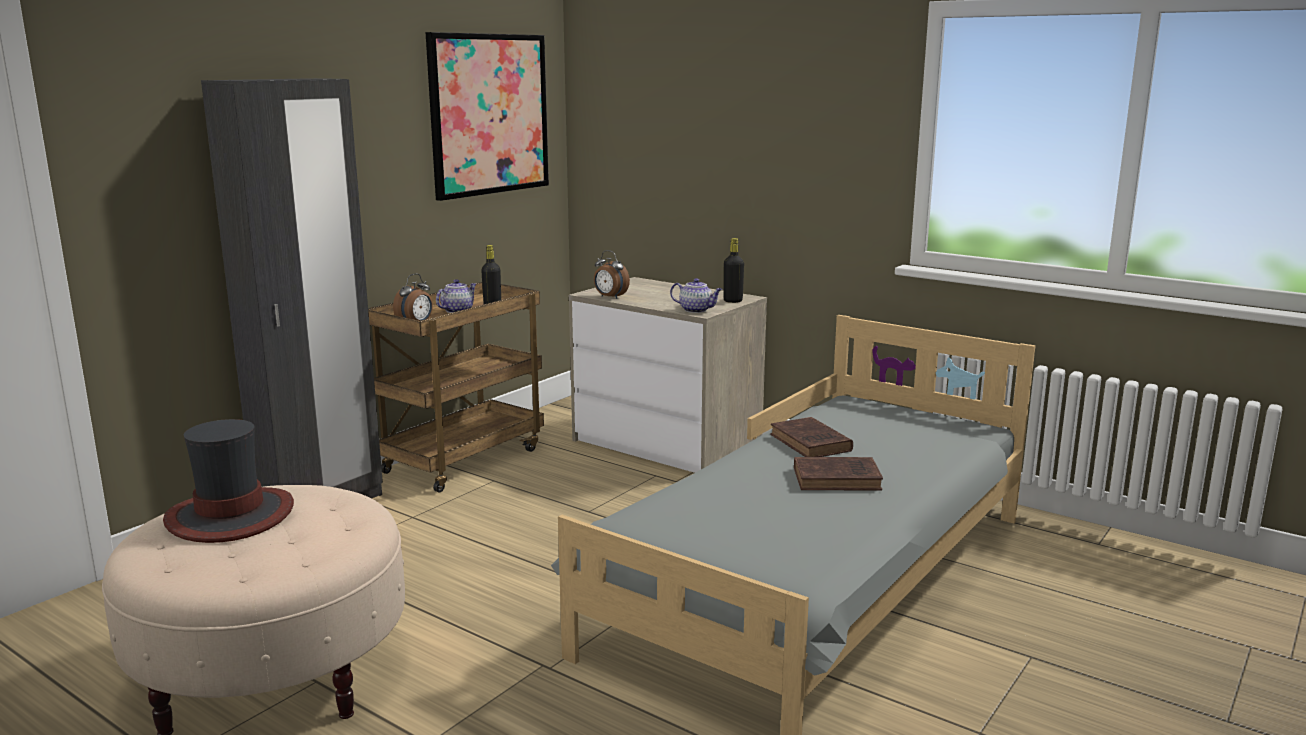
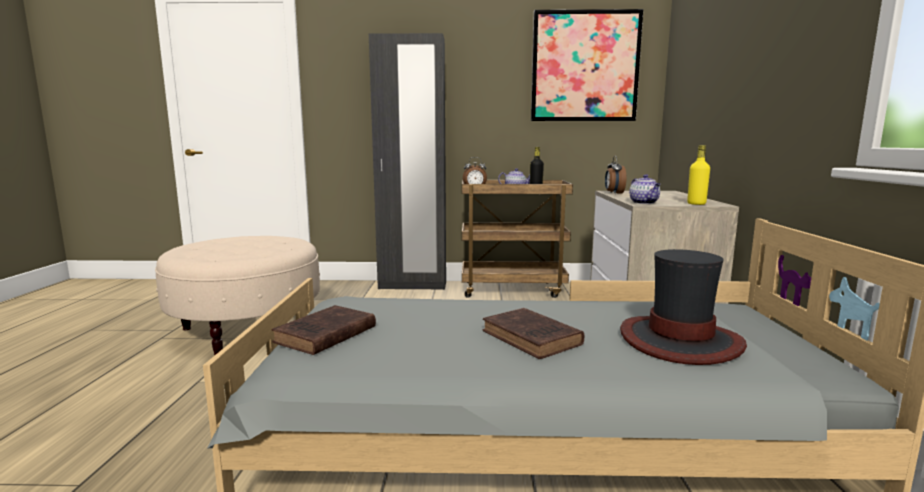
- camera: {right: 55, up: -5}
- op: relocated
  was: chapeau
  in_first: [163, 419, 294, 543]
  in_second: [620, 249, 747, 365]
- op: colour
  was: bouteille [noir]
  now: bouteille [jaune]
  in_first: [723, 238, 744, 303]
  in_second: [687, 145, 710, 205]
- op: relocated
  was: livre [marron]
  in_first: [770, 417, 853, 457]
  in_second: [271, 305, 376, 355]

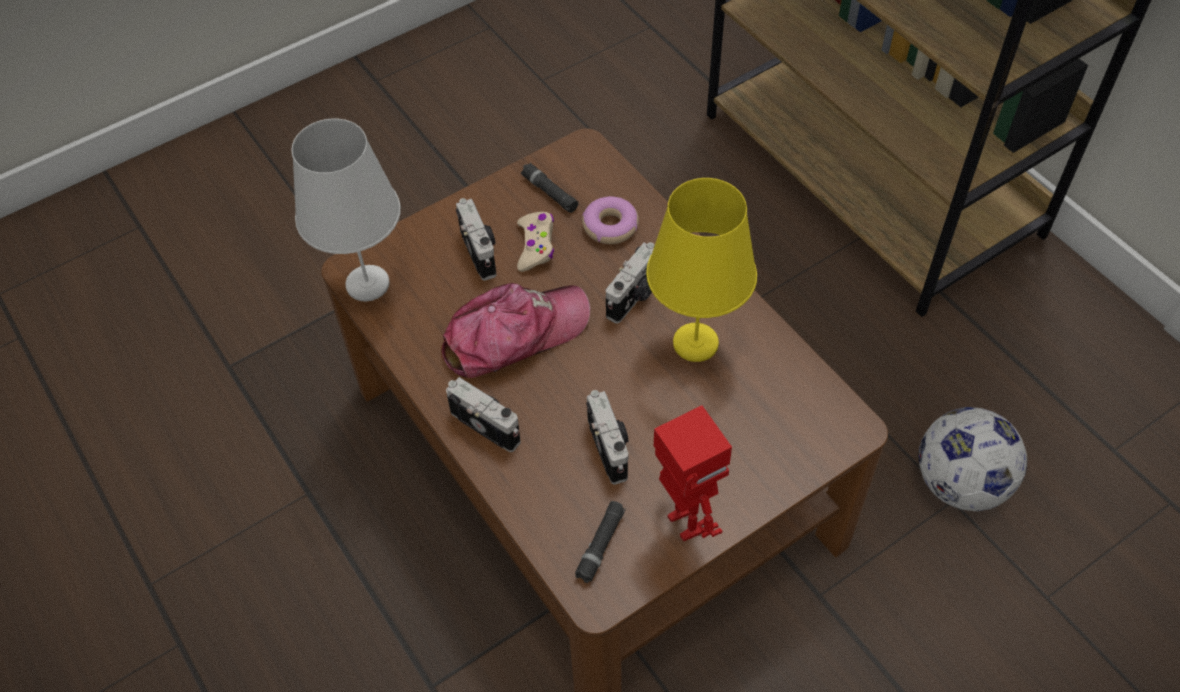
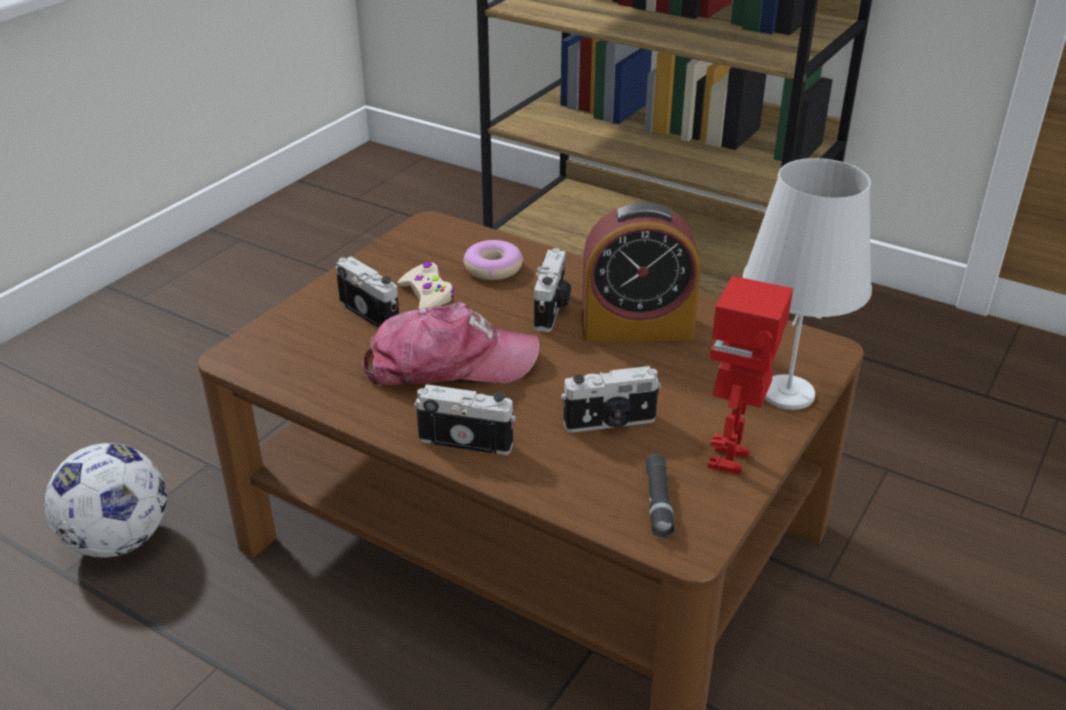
- camera: {right: -25, up: -20}
- op: relocated
  was: lampe de table [blanc]
  in_first: [292, 118, 401, 301]
  in_second: [743, 158, 872, 410]
- op: spun
  was: casquette
  in_first: [441, 283, 590, 378]
  in_second: [362, 302, 539, 385]
  clockwise: 45
- op: missing
  was: lampe de poche [noir]
  in_first: [521, 163, 578, 213]
- op: spun
  was: appareil photo
  in_first: [586, 390, 629, 485]
  in_second: [561, 366, 661, 433]
  clockwise: 120
- op: exchanged
  was: lampe de table [jaune]
  now: réveil
  in_first: [646, 178, 757, 362]
  in_second: [582, 202, 700, 342]
- op: spun
  was: robot jouet
  in_first: [654, 405, 732, 541]
  in_second: [708, 276, 793, 475]
  clockwise: -105
- op: relocated
  was: ballon de foot
  in_first: [918, 407, 1027, 511]
  in_second: [44, 443, 167, 558]

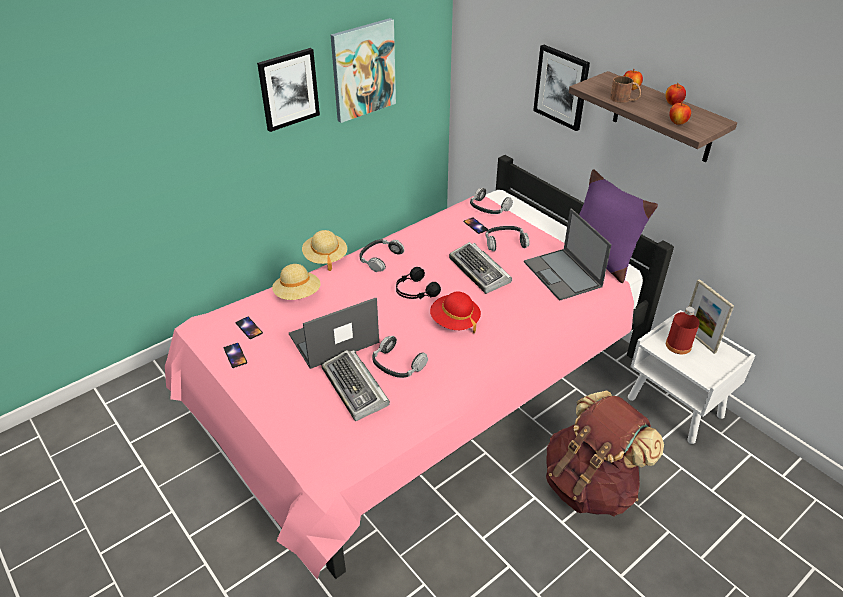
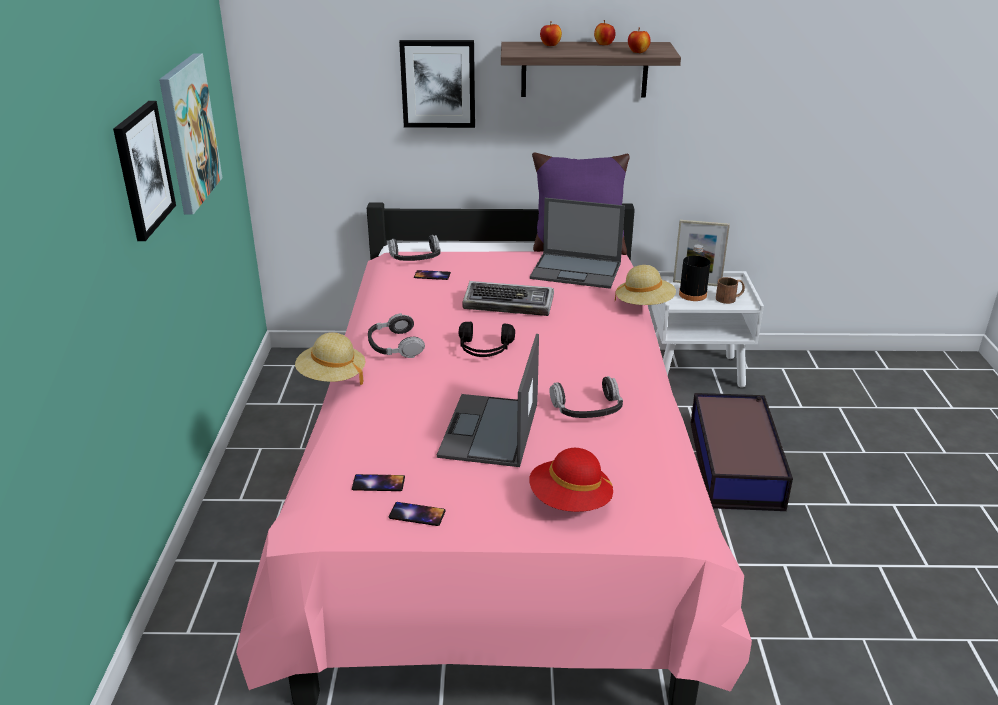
- camera: {right: -50, up: -10}
- op: relocated
  was: chapeau [beige]
  in_first: [272, 264, 321, 300]
  in_second: [615, 265, 676, 305]
- op: missing
  was: clavier
  in_first: [322, 350, 390, 421]
- op: relocated
  was: chapeau [rouge]
  in_first: [430, 291, 481, 333]
  in_second: [529, 448, 613, 512]
- op: missing
  was: casque audio
  in_first: [485, 226, 530, 251]
- op: exchanged
  was: sac à dos [marron]
  now: boîte de rangement
  in_first: [546, 390, 664, 517]
  in_second: [691, 393, 793, 511]
- op: relocated
  was: mug [marron]
  in_first: [610, 76, 641, 103]
  in_second: [716, 277, 745, 304]
- op: colour
  was: bouteille [rouge]
  now: bouteille [noir]
  in_first: [666, 307, 700, 354]
  in_second: [679, 245, 711, 301]

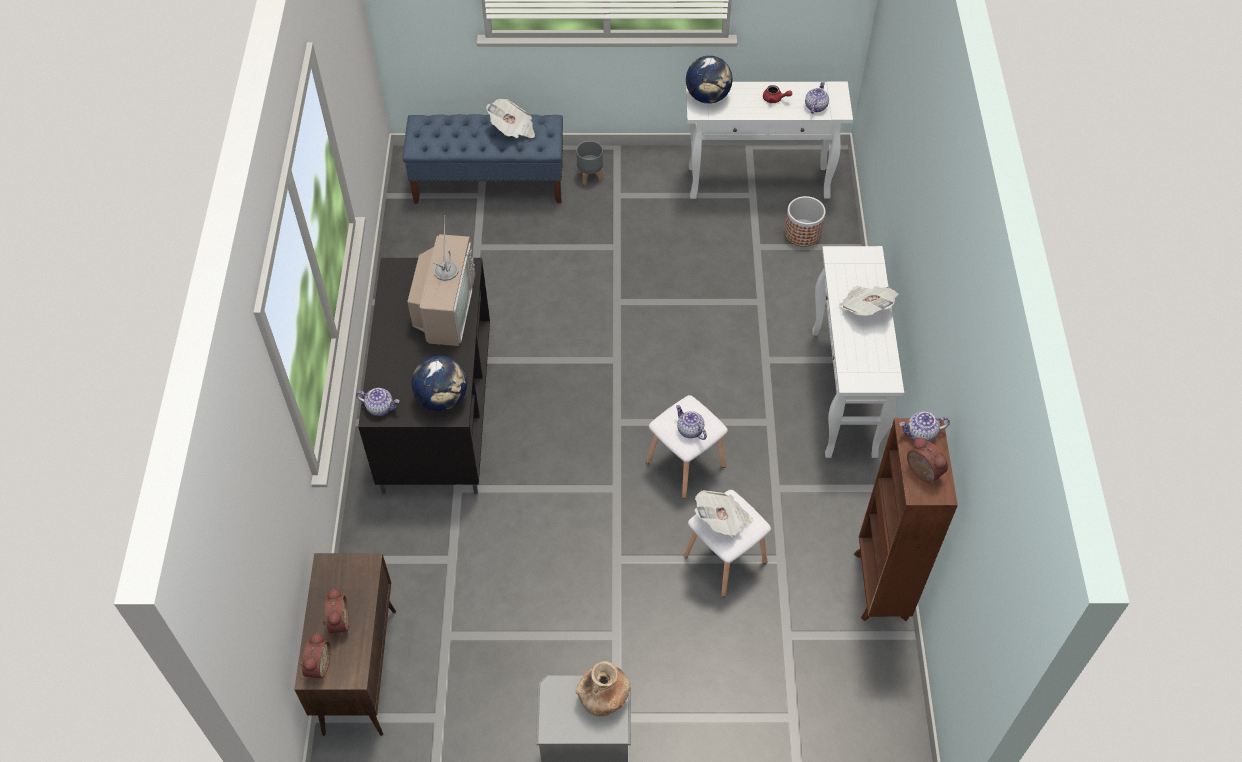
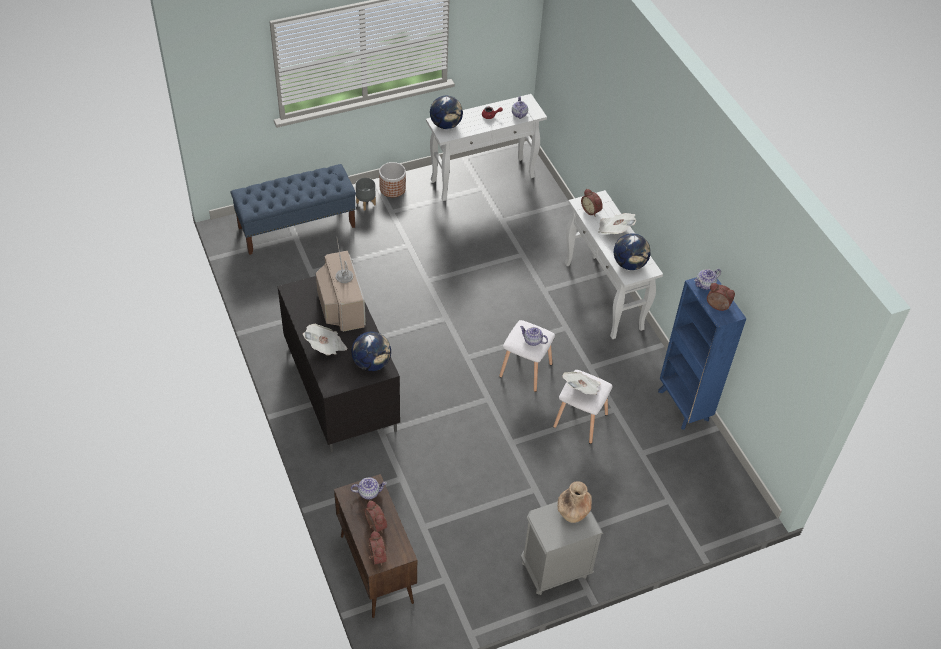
- camera: {right: -25, up: -5}
- op: relocated
  was: théière
  in_first: [356, 388, 400, 416]
  in_second: [351, 478, 387, 499]
- op: relocated
  was: journal
  in_first: [486, 99, 535, 138]
  in_second: [303, 324, 347, 356]
- op: relocated
  was: cache-pot
  in_first: [785, 196, 826, 247]
  in_second: [379, 162, 406, 197]
- op: colour
  was: bibliothèque [marron]
  now: bibliothèque [bleu]
  in_first: [854, 418, 958, 621]
  in_second: [658, 277, 747, 430]
- op: appeared
  now: réveil
  in_second: [581, 189, 603, 216]
- op: appeared
  now: globe
  in_second: [614, 233, 651, 270]

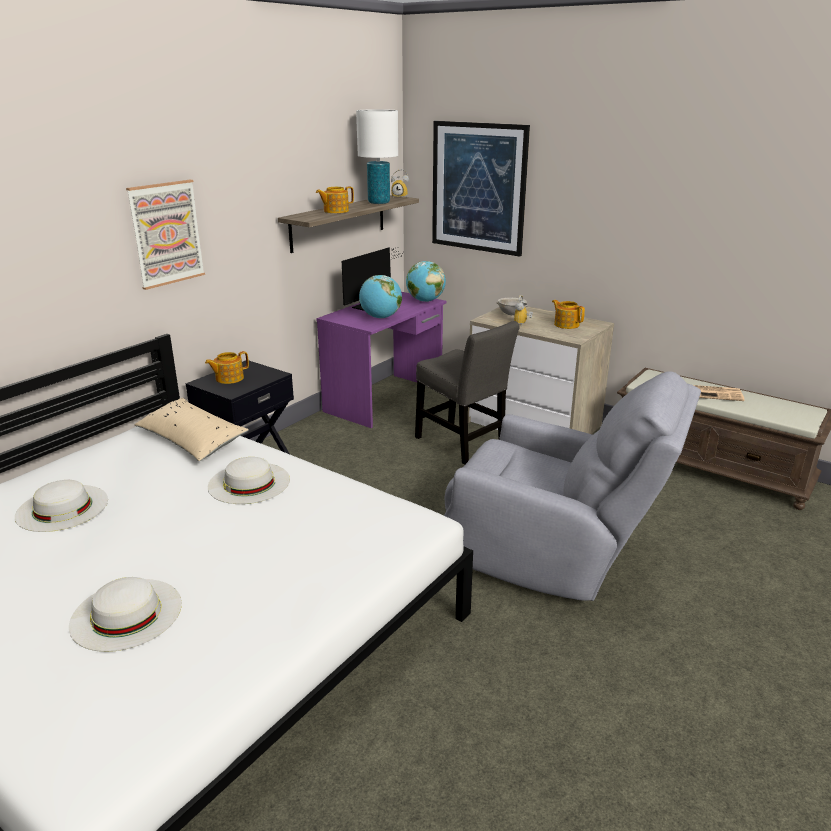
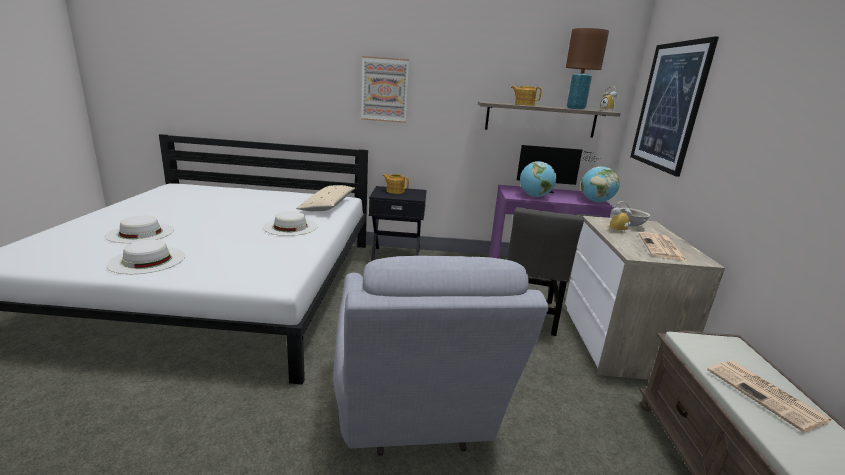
- camera: {right: 55, up: -5}
- op: relocated
  was: chapeau [blanc]
  in_first: [15, 480, 108, 532]
  in_second: [107, 240, 185, 274]
- op: colour
  was: lampe de table [blanc]
  now: lampe de table [marron]
  in_first: [356, 109, 398, 204]
  in_second: [566, 28, 609, 109]
- op: exchanged
  was: théière
  now: journal
  in_first: [552, 300, 585, 329]
  in_second: [638, 232, 687, 261]

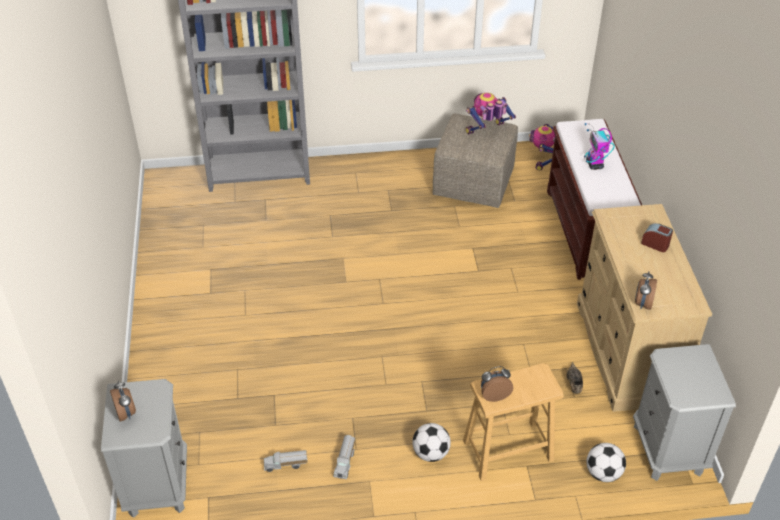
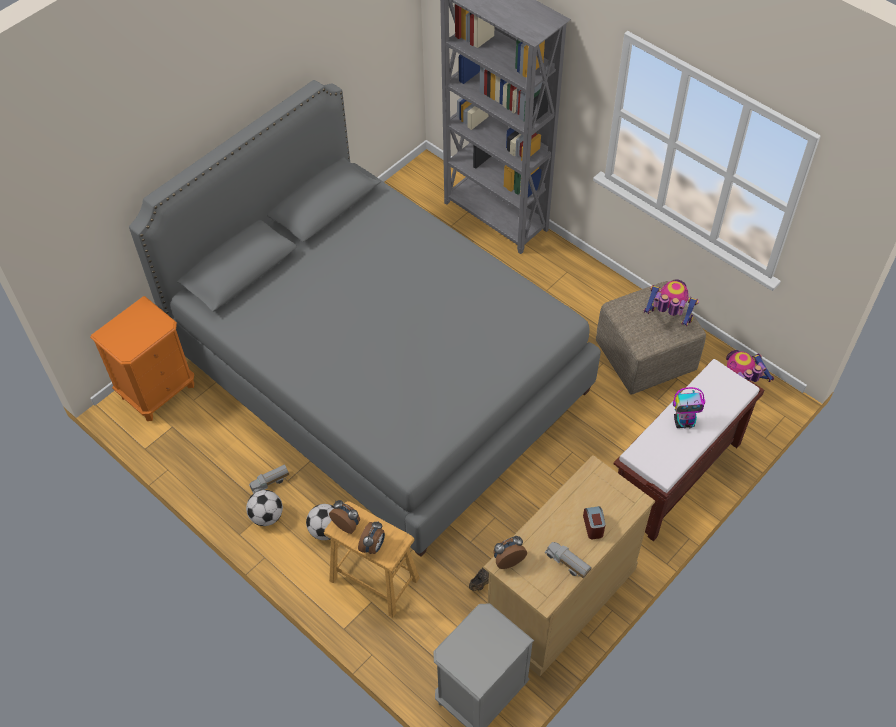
- camera: {right: 50, up: 10}
- op: colour
  was: table de chevet [gris]
  now: table de chevet [orange]
  in_first: [101, 379, 187, 518]
  in_second: [90, 296, 194, 421]
- op: relocated
  was: réveil
  in_first: [110, 381, 136, 422]
  in_second: [358, 521, 385, 554]
- op: relocated
  was: camion jouet
  in_first: [264, 450, 308, 472]
  in_second: [545, 542, 592, 578]
- op: spun
  was: robot jouet
  in_first: [584, 123, 615, 170]
  in_second: [673, 387, 705, 428]
  clockwise: -135
- op: relocated
  was: ballon de foot
  in_first: [586, 443, 626, 482]
  in_second: [246, 490, 283, 526]
- op: appeared
  now: lit [gris]
  in_second: [129, 80, 601, 557]

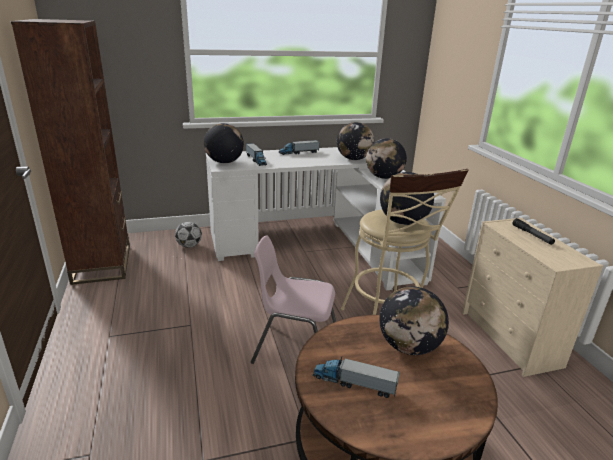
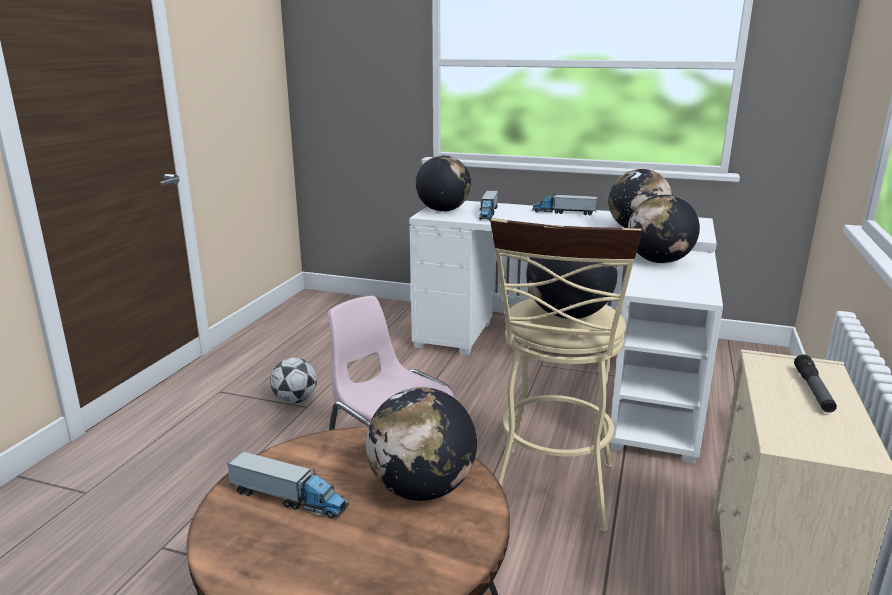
- camera: {right: 35, up: -5}
- op: missing
  was: bibliothèque [marron]
  in_first: [11, 19, 130, 285]
- op: relocated
  was: ballon de foot
  in_first: [175, 222, 202, 248]
  in_second: [270, 358, 317, 404]
- op: spun
  was: camion jouet
  in_first: [313, 356, 400, 398]
  in_second: [226, 451, 349, 518]
  clockwise: 150

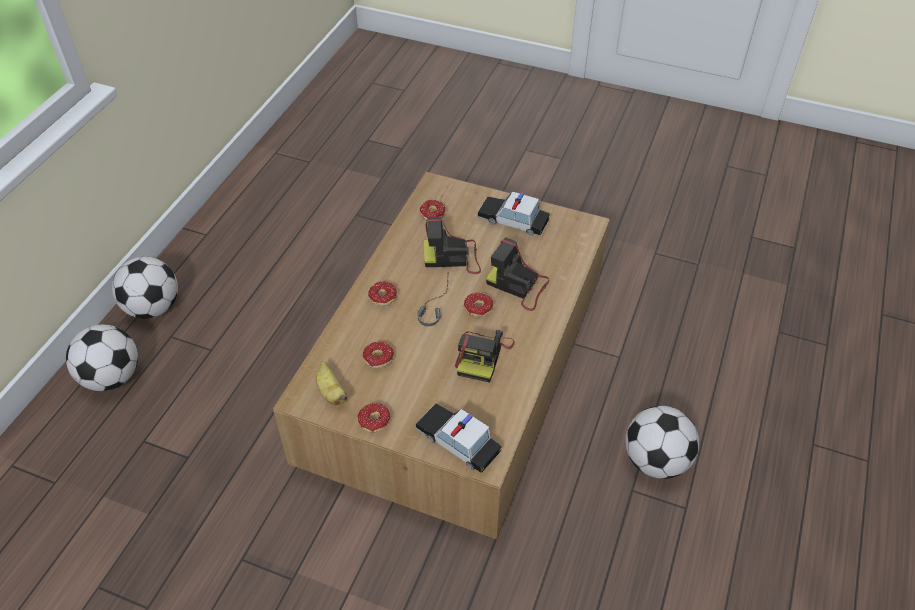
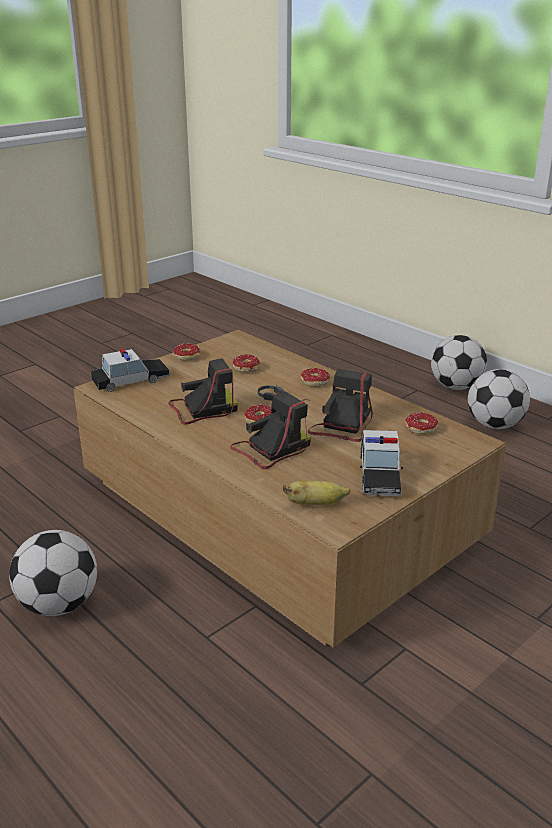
- camera: {right: 115, up: -20}
- op: relocated
  was: ballon de foot
  in_first: [66, 324, 138, 391]
  in_second: [468, 369, 530, 429]
- op: relocated
  was: banane
  in_first: [316, 361, 348, 405]
  in_second: [283, 480, 350, 505]
- op: spun
  was: appareil photo
  in_first: [455, 330, 515, 383]
  in_second: [168, 358, 238, 425]
  clockwise: 120
- op: spun
  was: petite voiture
  in_first: [477, 192, 550, 236]
  in_second: [360, 430, 403, 497]
  clockwise: 135

